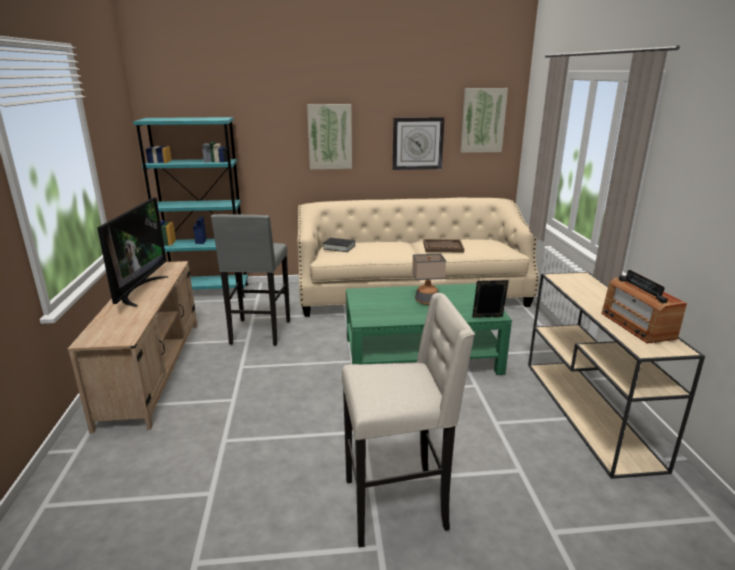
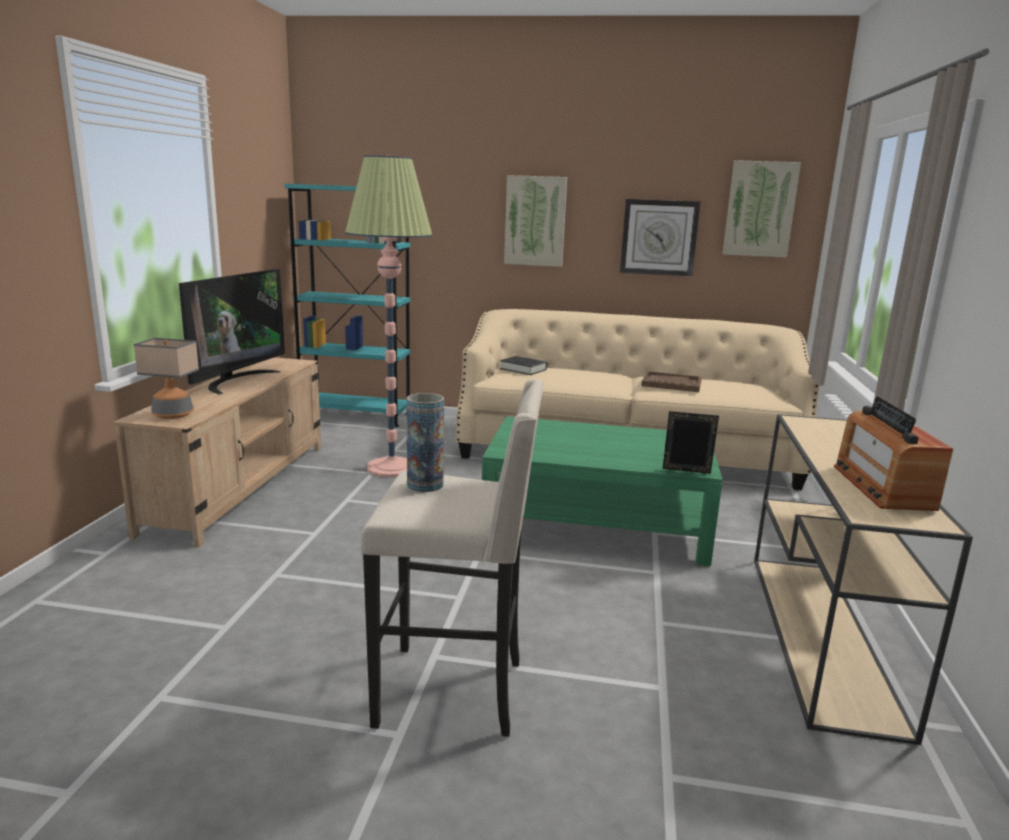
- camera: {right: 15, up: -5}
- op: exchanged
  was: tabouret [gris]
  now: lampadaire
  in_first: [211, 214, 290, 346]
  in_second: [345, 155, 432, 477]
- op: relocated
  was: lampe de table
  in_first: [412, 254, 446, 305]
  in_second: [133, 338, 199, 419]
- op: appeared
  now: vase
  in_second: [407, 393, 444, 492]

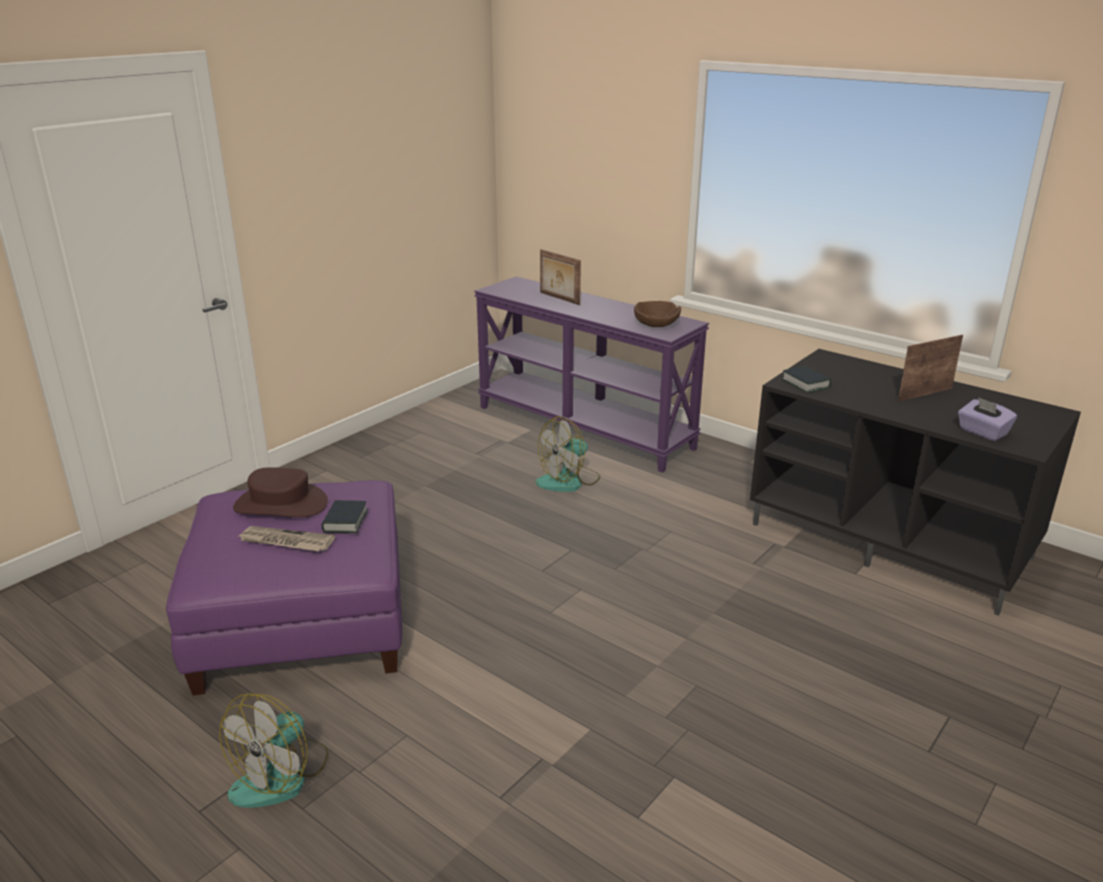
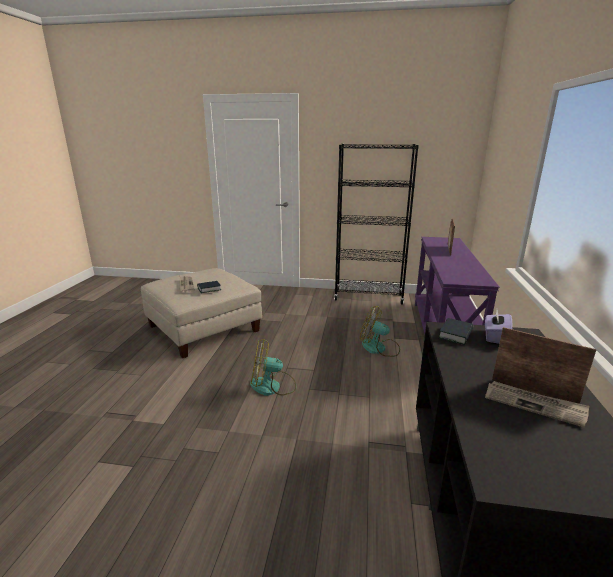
- camera: {right: 60, up: -5}
- op: colour
  was: pouf [violet]
  now: pouf [beige]
  in_first: [166, 480, 402, 695]
  in_second: [141, 268, 262, 358]
- op: relocated
  was: ventilateur
  in_first: [219, 693, 328, 808]
  in_second: [250, 339, 296, 396]
- op: missing
  was: chapeau [marron]
  in_first: [233, 467, 328, 517]
- op: missing
  was: bol [marron]
  in_first: [634, 301, 682, 327]
- op: relocated
  was: boîte à mouchoirs [violet]
  in_first: [958, 397, 1017, 441]
  in_second: [485, 310, 512, 344]
- op: appeared
  now: bibliothèque [noir]
  in_second: [334, 144, 419, 305]
- op: appeared
  now: journal
  in_second: [485, 381, 589, 428]

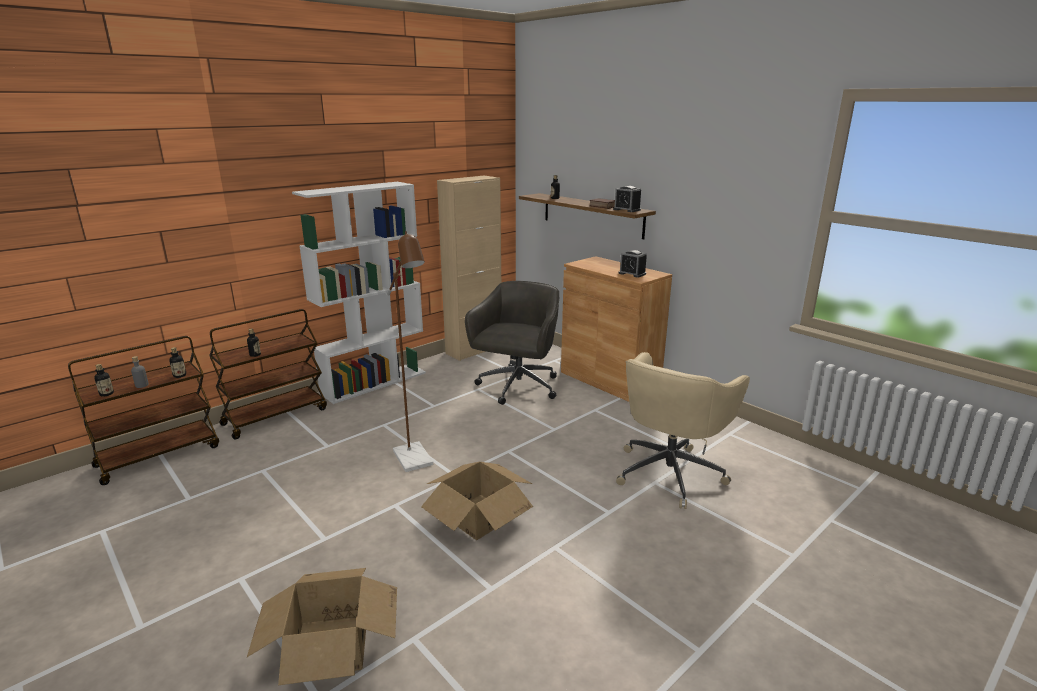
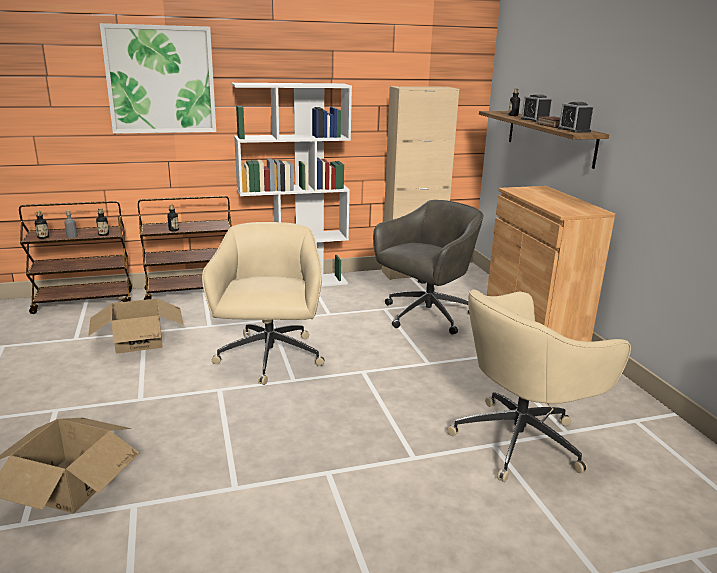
- camera: {right: 25, up: 0}
- op: exchanged
  was: lampadaire [marron]
  now: chaise de bureau [beige]
  in_first: [387, 231, 433, 472]
  in_second: [202, 222, 325, 385]
- op: relocated
  was: carton
  in_first: [421, 462, 533, 540]
  in_second: [88, 299, 184, 354]
- op: relocated
  was: réveil
  in_first: [618, 250, 647, 278]
  in_second: [521, 94, 552, 122]
- op: appeared
  now: tableau
  in_second: [100, 23, 216, 134]

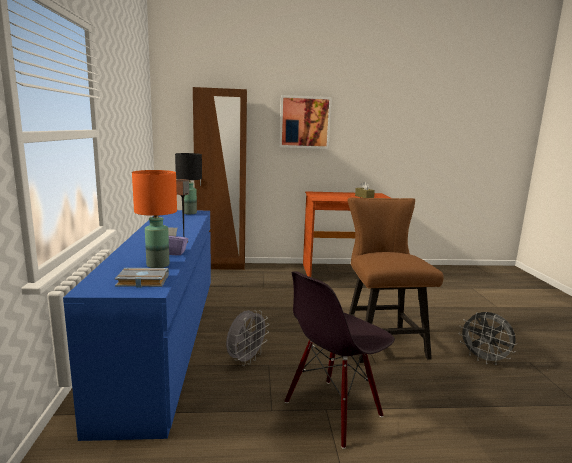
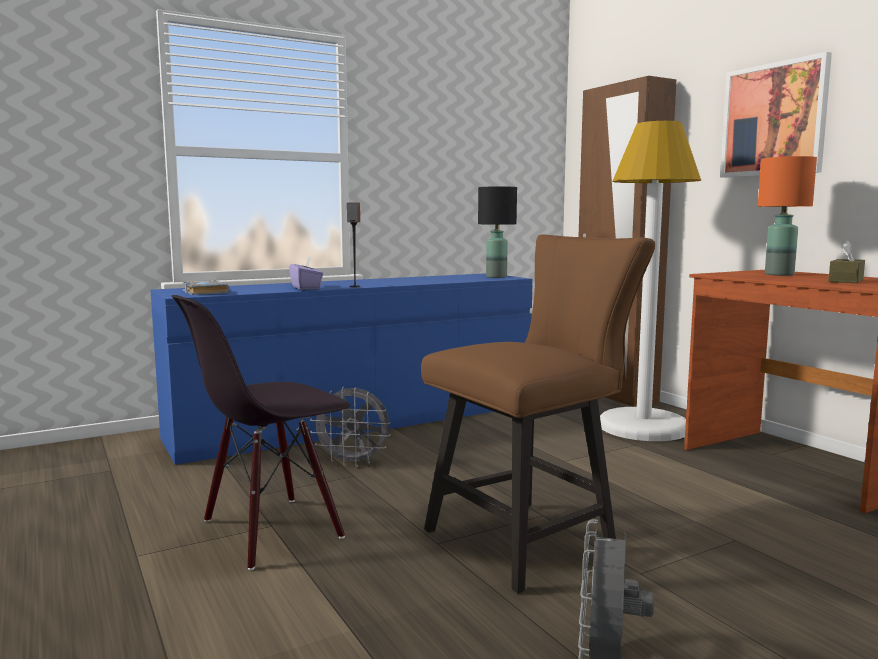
- camera: {right: 65, up: -5}
- op: relocated
  was: lampe de table [orange]
  in_first: [132, 170, 177, 268]
  in_second: [758, 156, 817, 276]
- op: spun
  was: chaise [noir]
  in_first: [285, 271, 395, 449]
  in_second: [171, 295, 350, 570]
  clockwise: -60
- op: appeared
  now: lampadaire [blanc]
  in_second: [600, 121, 701, 441]

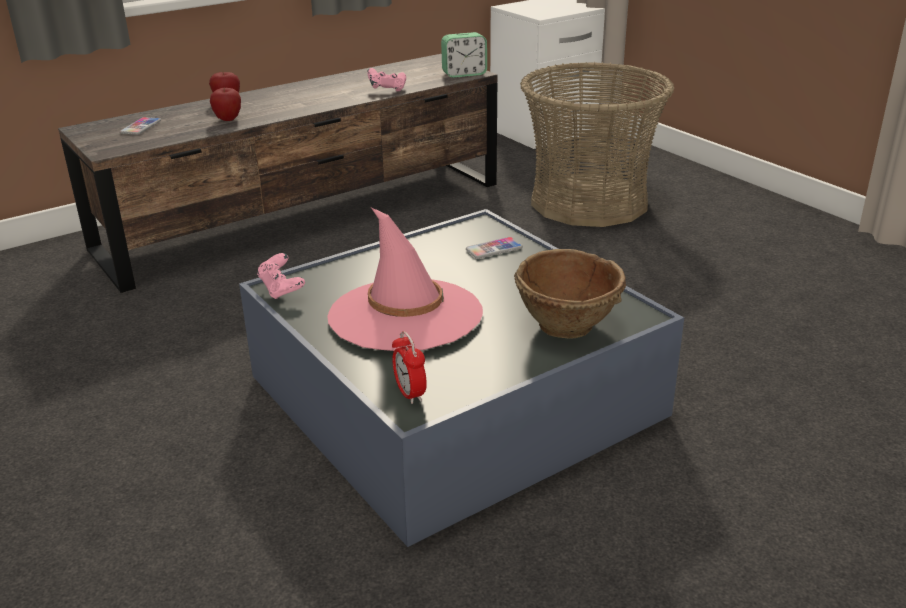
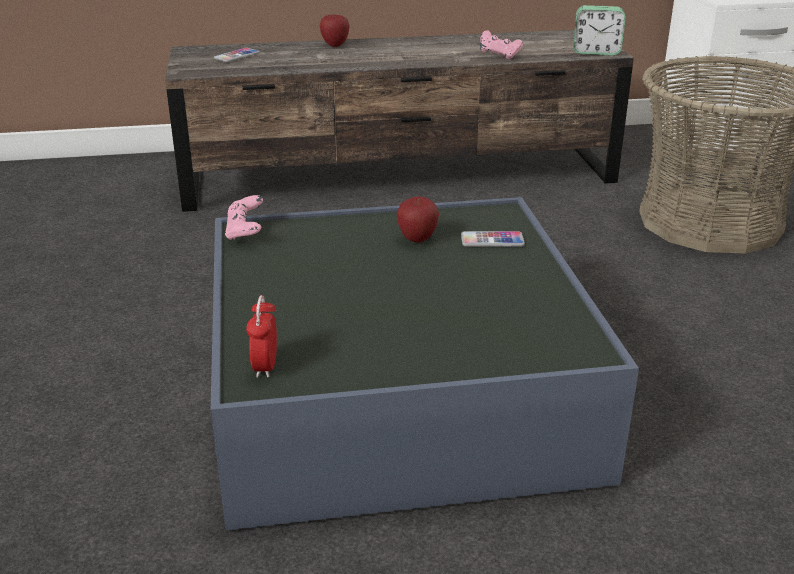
- camera: {right: 25, up: 0}
- op: relocated
  was: pomme
  in_first: [210, 88, 241, 121]
  in_second: [397, 196, 439, 243]
- op: missing
  was: chapeau [rose]
  in_first: [327, 207, 483, 351]
- op: missing
  was: bol [marron]
  in_first: [514, 249, 626, 339]

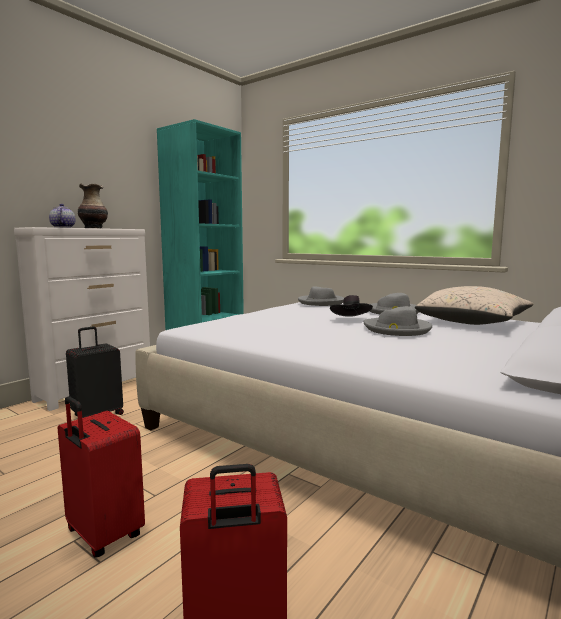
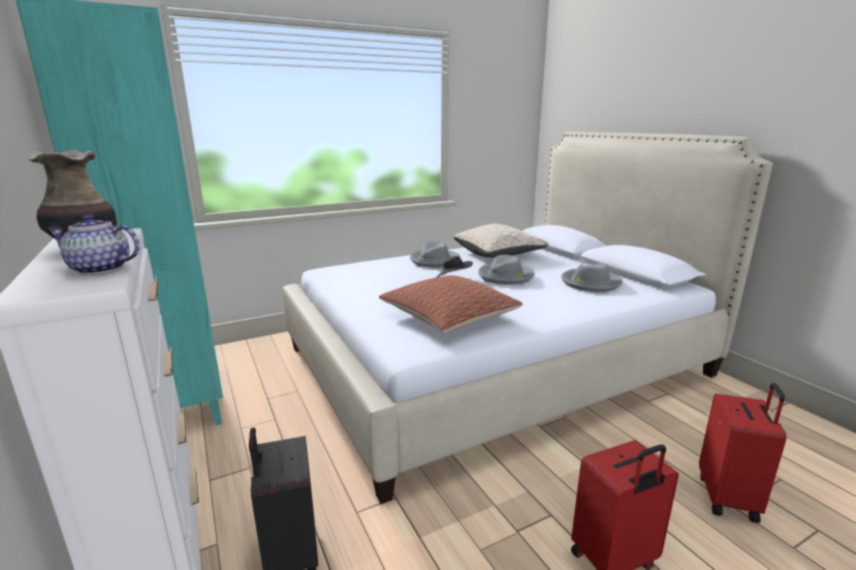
- camera: {right: -65, up: 10}
- op: relocated
  was: chapeau [gris]
  in_first: [298, 287, 344, 306]
  in_second: [561, 264, 623, 292]
- op: appeared
  now: coussin
  in_second: [379, 275, 523, 333]

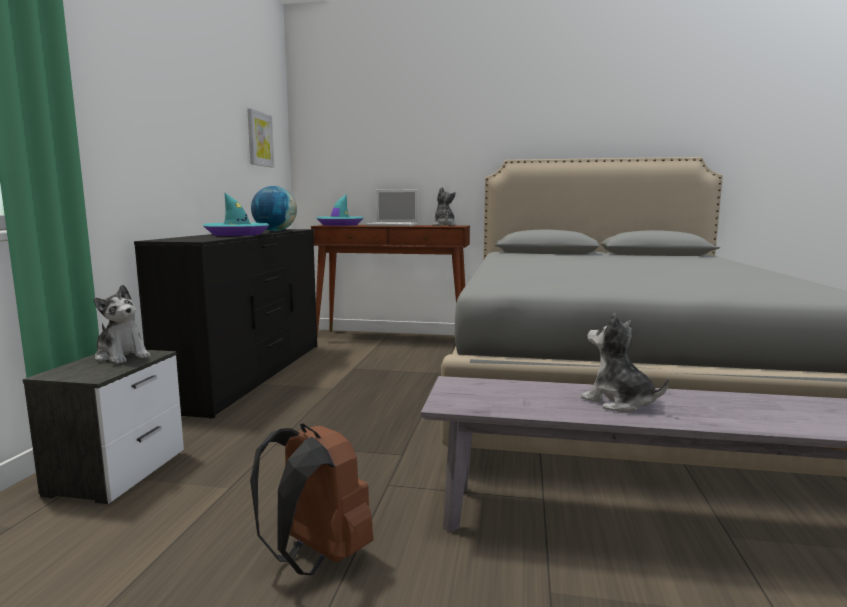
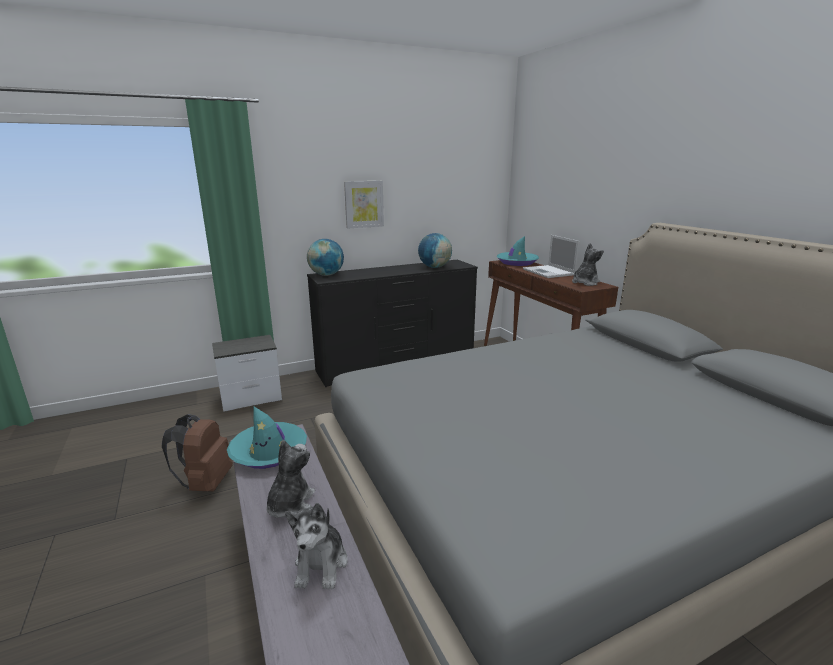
- camera: {right: 55, up: 10}
- op: relocated
  was: peluche
  in_first: [93, 285, 150, 364]
  in_second: [285, 503, 348, 590]
- op: relocated
  was: chapeau [turquoise]
  in_first: [203, 193, 269, 236]
  in_second: [227, 407, 307, 469]
- op: relocated
  was: tableau
  in_first: [247, 108, 274, 167]
  in_second: [344, 181, 384, 228]
- op: appeared
  now: globe
  in_second: [307, 239, 344, 276]

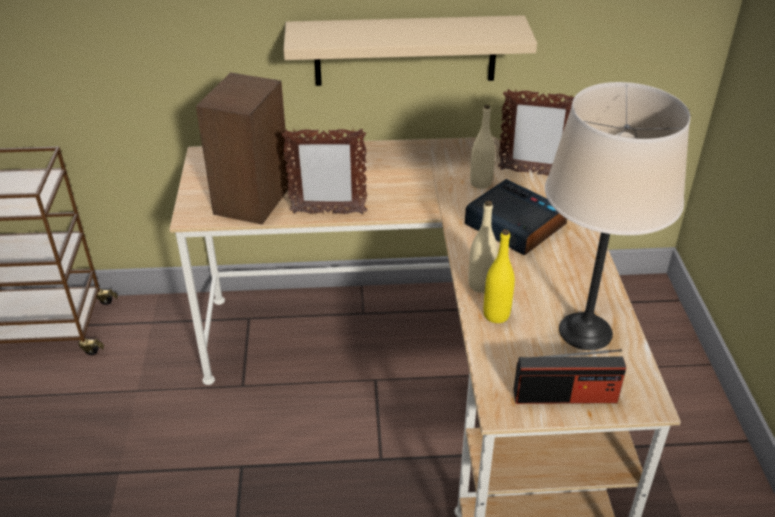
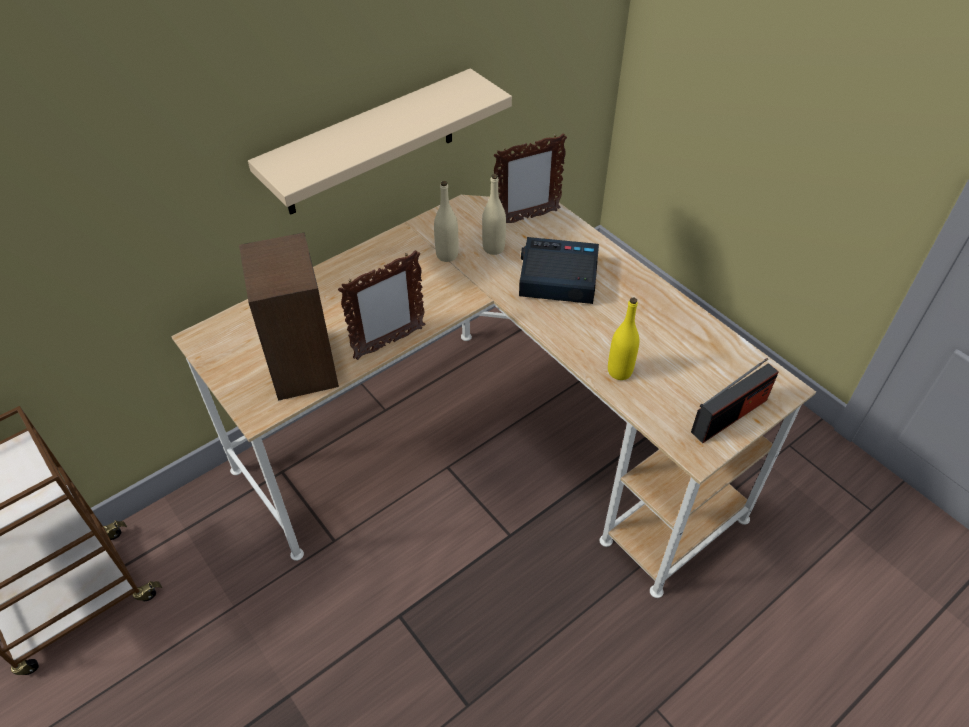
- camera: {right: -35, up: 10}
- op: relocated
  was: bouteille [beige]
  in_first: [468, 201, 498, 293]
  in_second: [434, 181, 458, 262]
- op: missing
  was: lampe de table [beige]
  in_first: [545, 82, 690, 350]

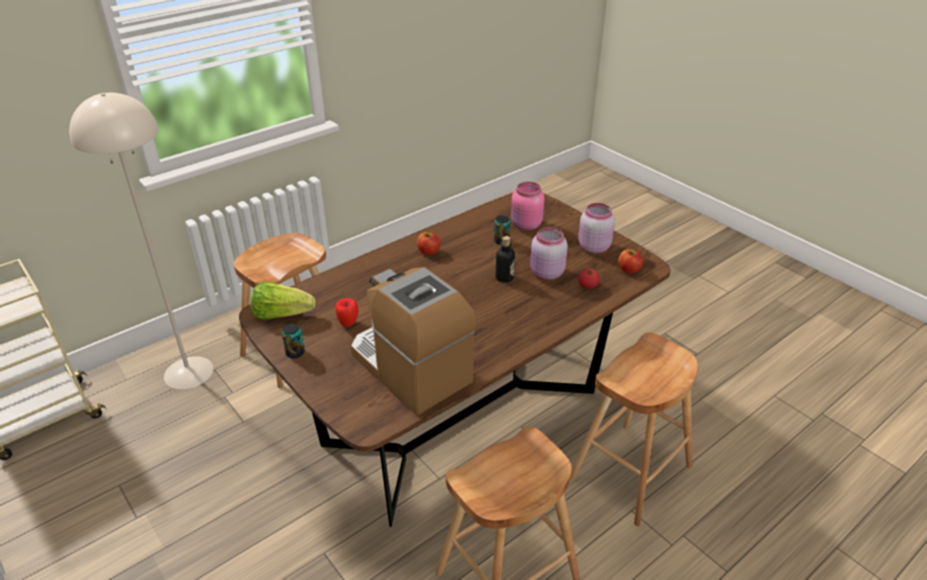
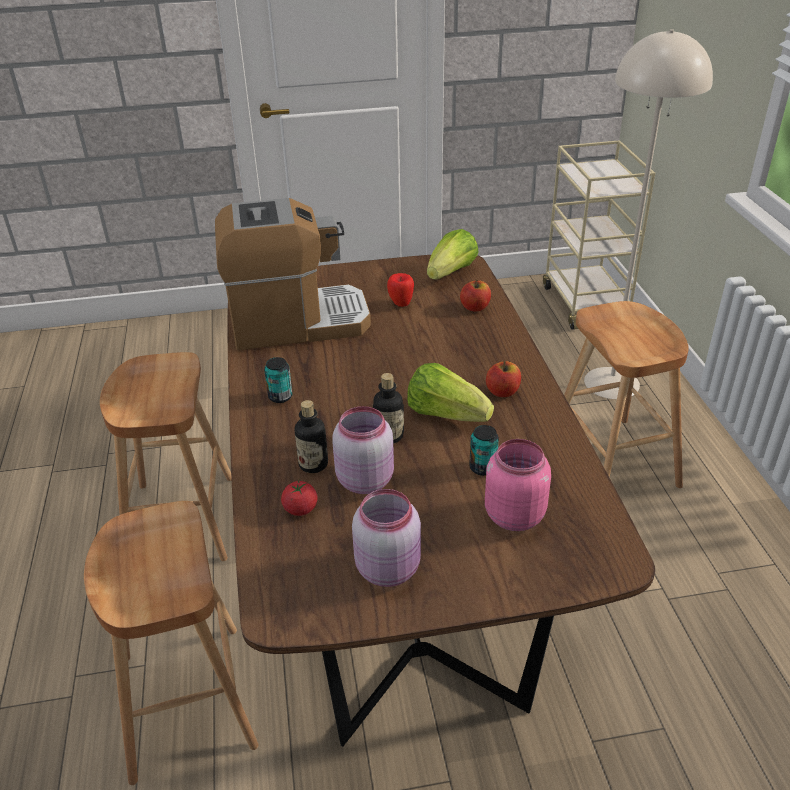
- camera: {right: 120, up: 0}
- op: relocated
  was: boîte métallique
  in_first: [282, 323, 305, 358]
  in_second: [264, 357, 292, 403]
- op: relocated
  was: pomme
  in_first: [618, 249, 643, 273]
  in_second: [460, 279, 491, 312]
- op: appeared
  now: bouteille
  in_second: [295, 400, 328, 473]
- op: appeared
  now: laitue
  in_second: [407, 363, 494, 422]

